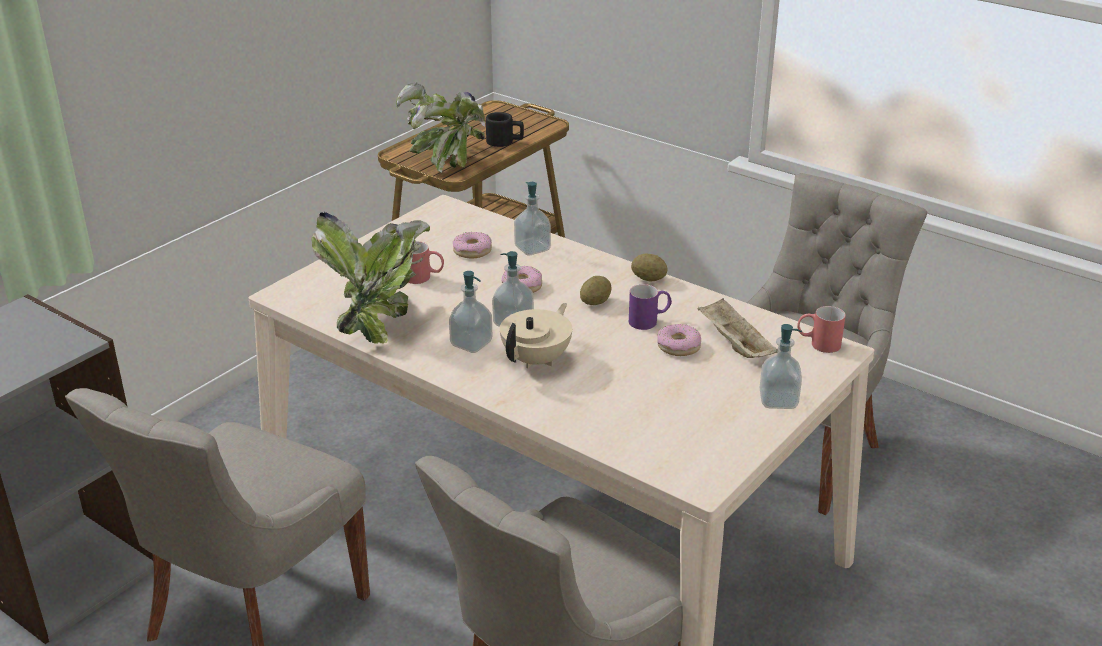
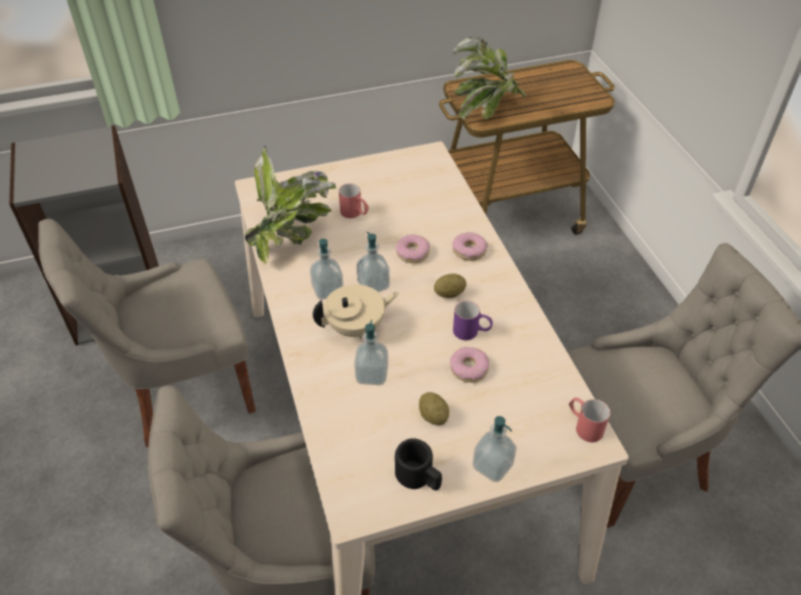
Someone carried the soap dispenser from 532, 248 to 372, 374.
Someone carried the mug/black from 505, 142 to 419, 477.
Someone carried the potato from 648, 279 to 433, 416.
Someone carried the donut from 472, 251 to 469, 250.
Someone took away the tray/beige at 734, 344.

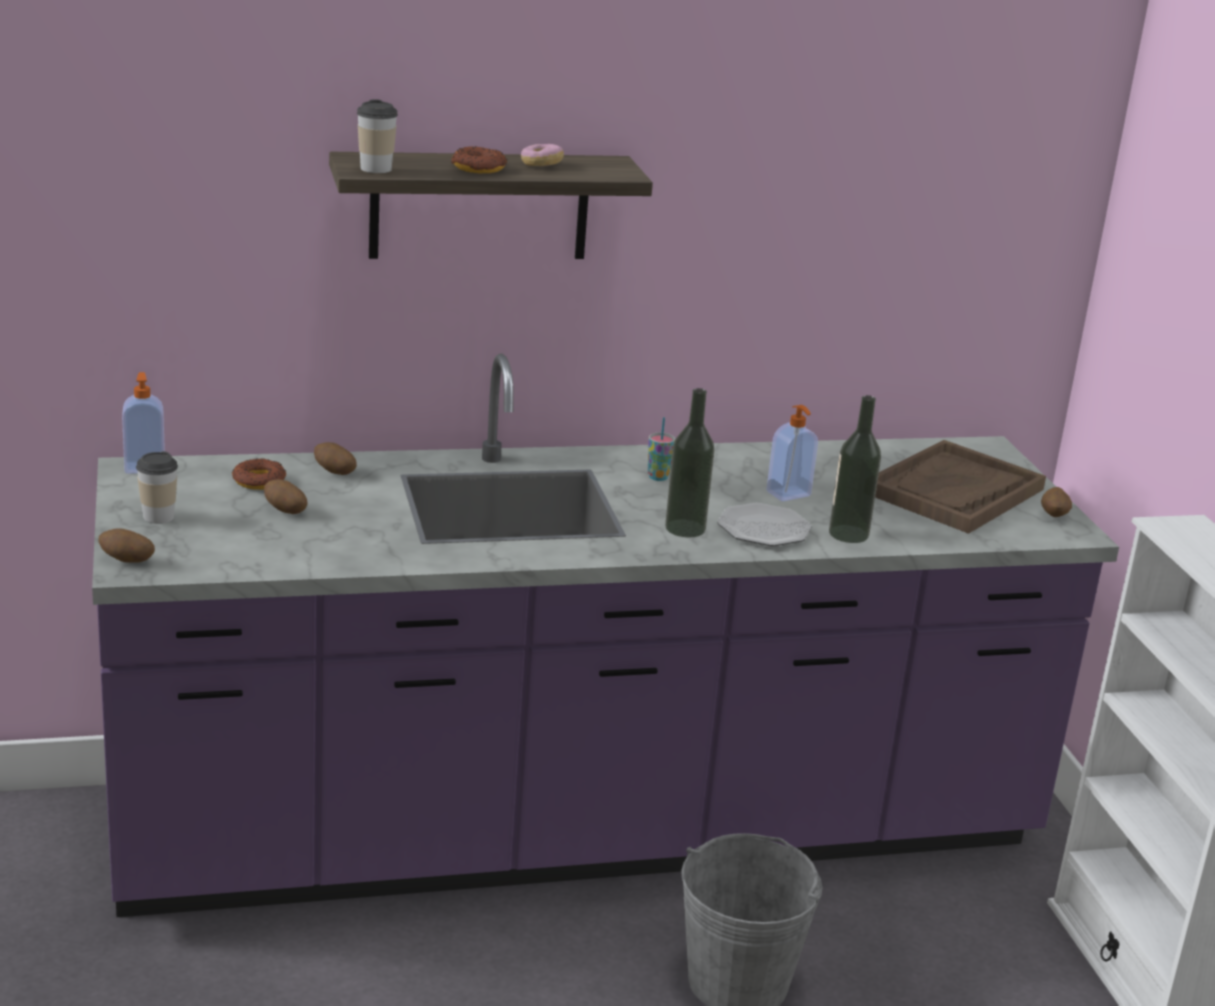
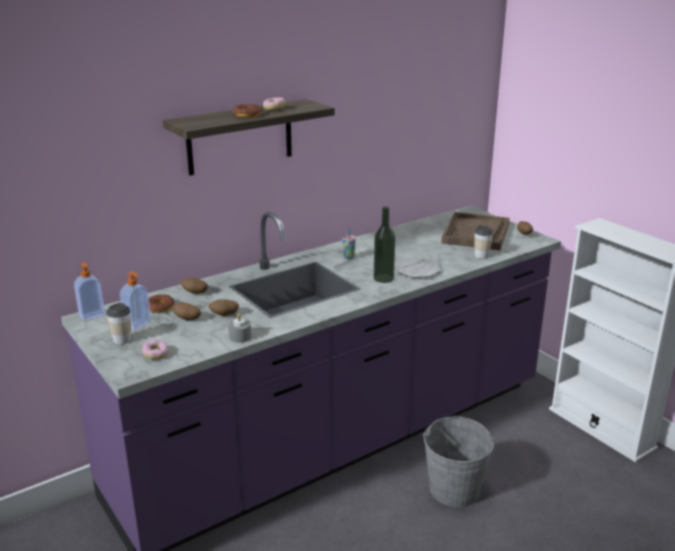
Someone carried the soap dispenser from 789, 494 to 138, 324.
Someone put down the donut at 155, 355.
Someone carried the potato from 126, 561 to 224, 315.
Someone put down the candle/grey at 240, 336.
Someone carried the cup from 376, 169 to 481, 255.
Someone took away the bottle at 848, 534.

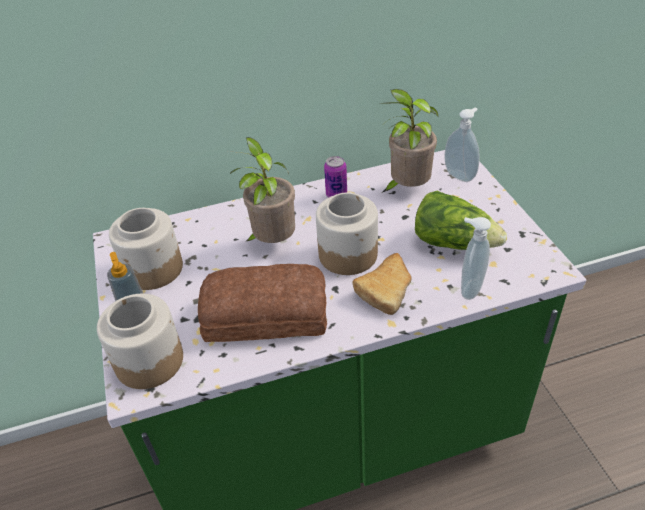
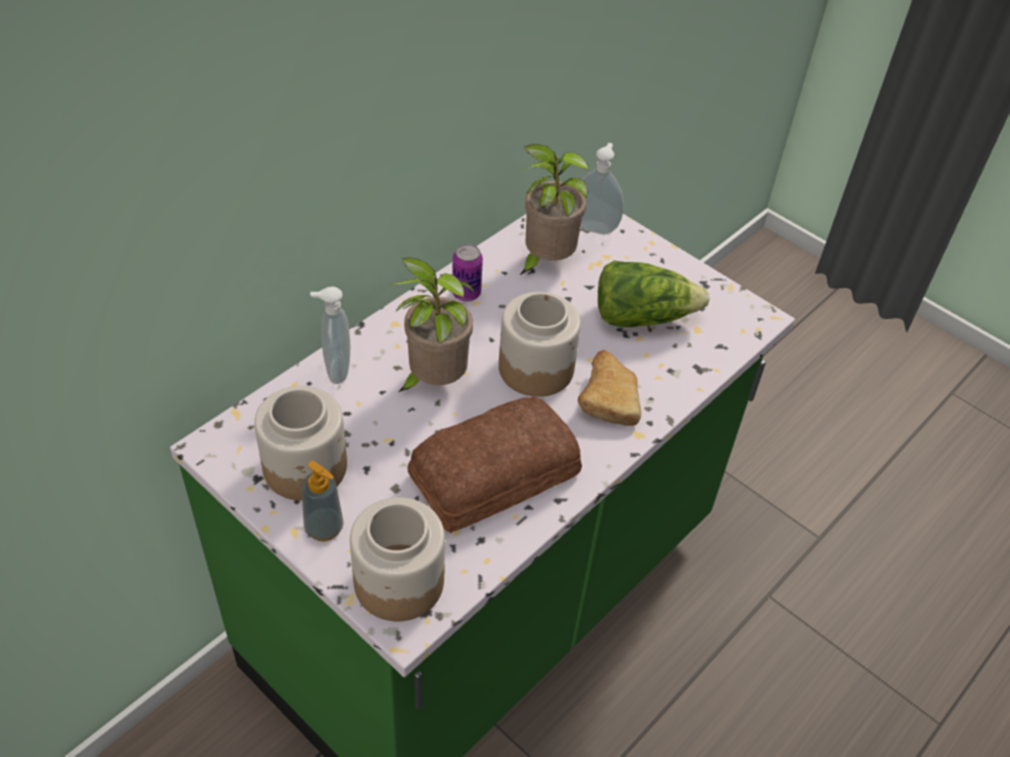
Someone carried the soap dispenser from 469, 288 to 335, 370.

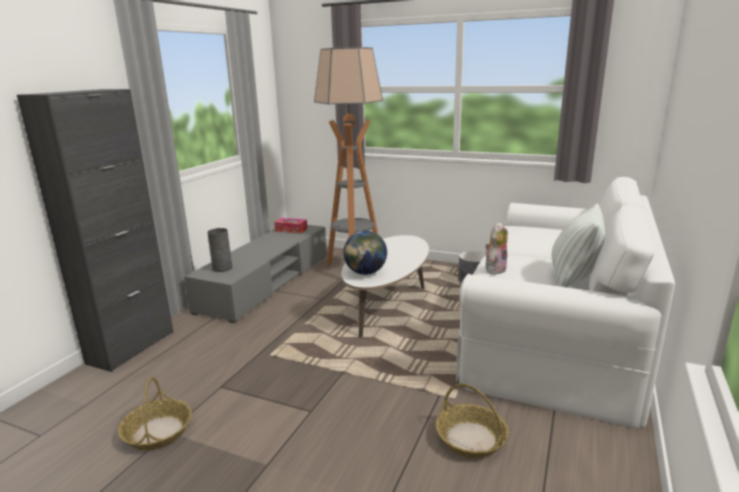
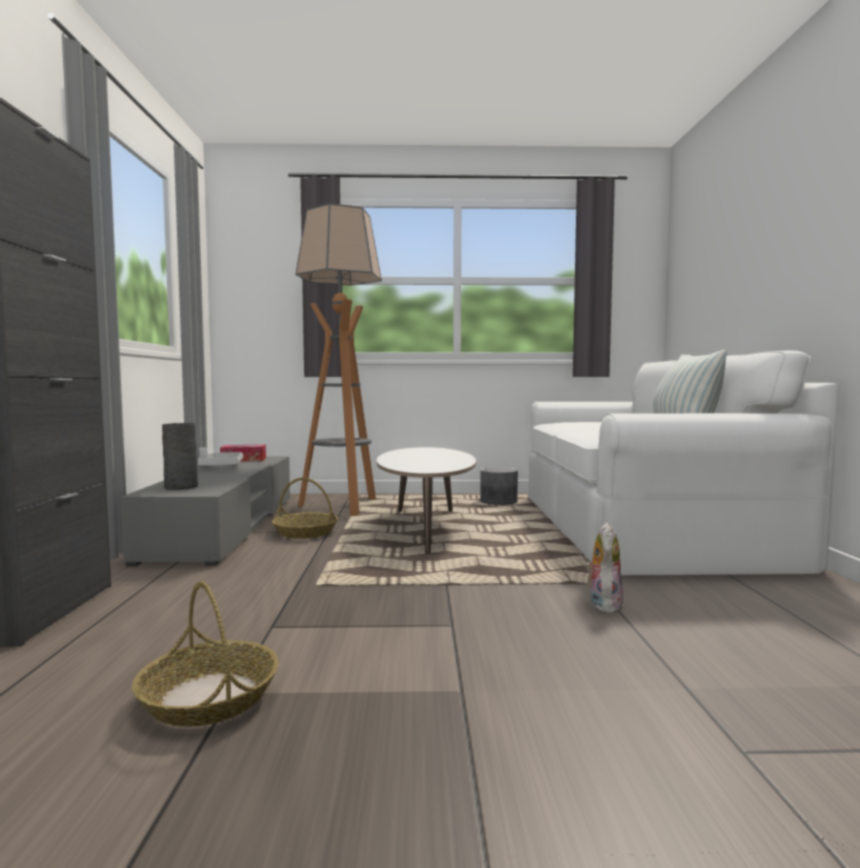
Someone put down the tray/grey at 221, 466.
Someone carried the basket from 470, 438 to 305, 532.
Someone carried the plush toy from 495, 269 to 603, 604.
Someone took away the globe at 365, 273.

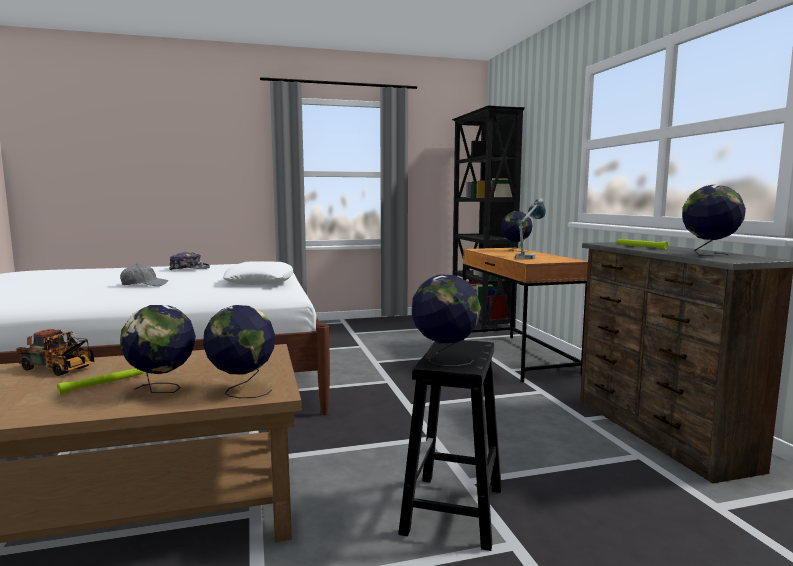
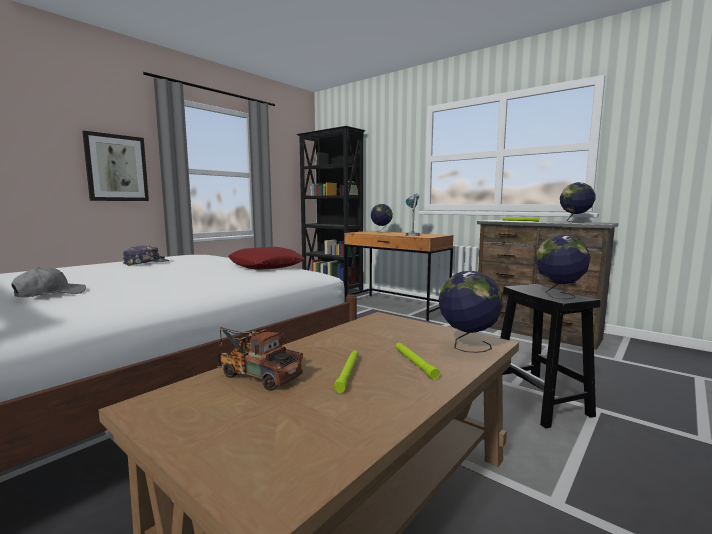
Someone carried the cap/grey from 144, 285 to 50, 294.
Someone put up the picture at 116, 168.
Someone rotated the toy truck at 61, 369 by 135 degrees counterclockwise.
Someone repainted the pillow/white at 260, 281, which became the pillow/red at 265, 266.
Someone swapped the globe at 162, 390 for the flashlight/green at 414, 363.

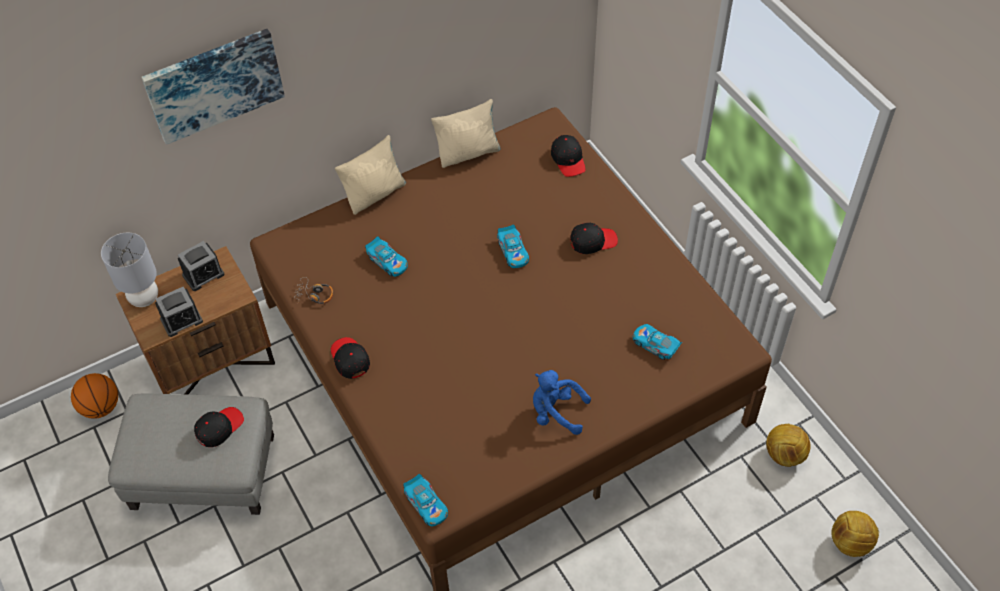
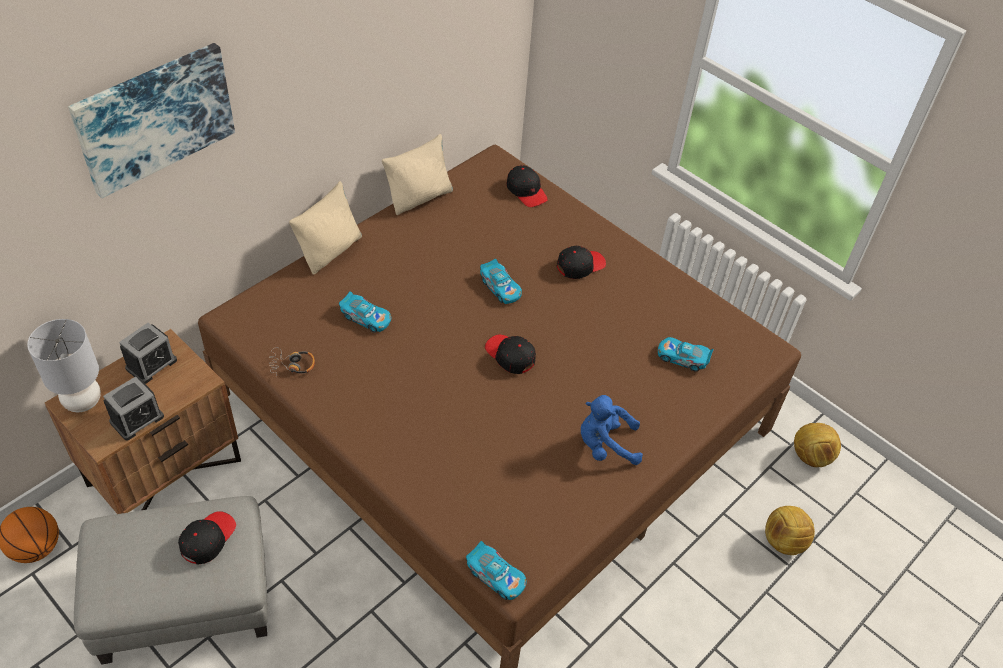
Someone carried the cap/black from 349, 359 to 510, 356.
Someone carried the football from 850, 542 to 783, 541.

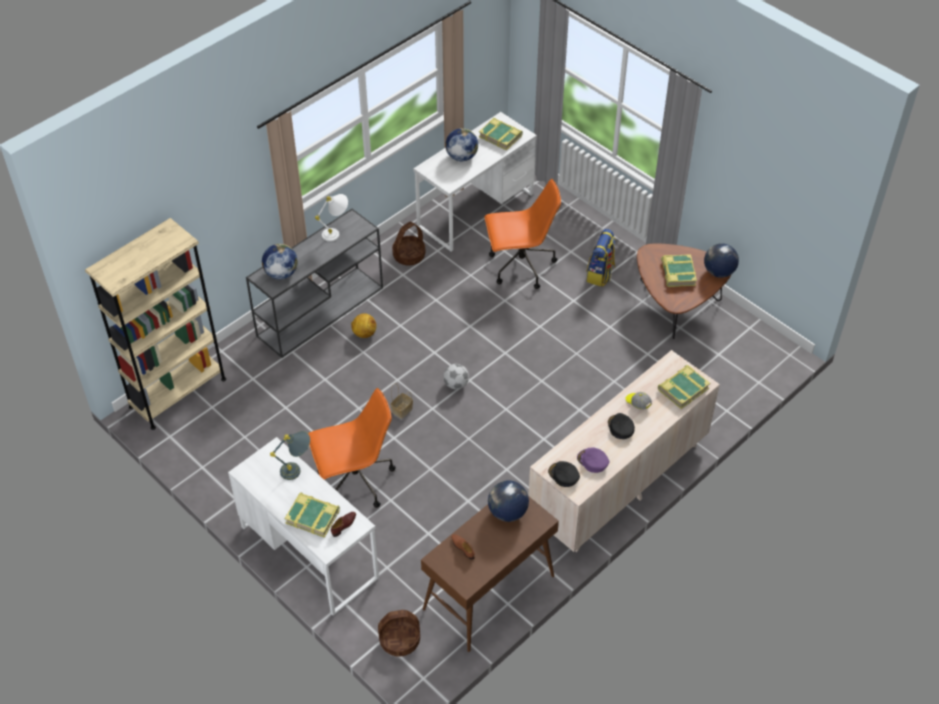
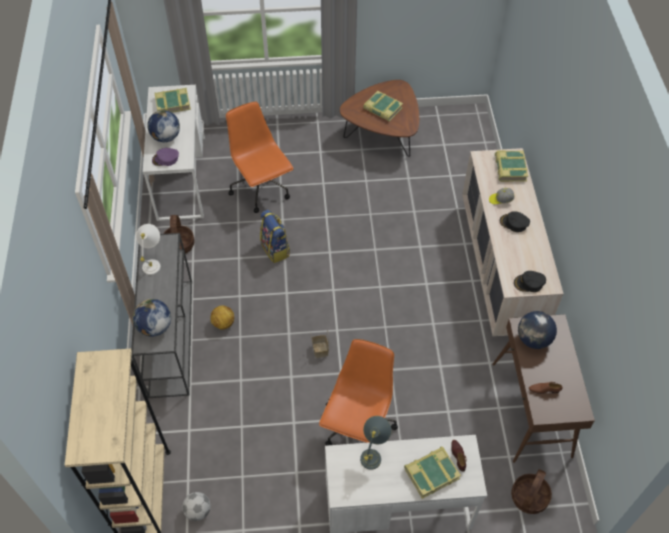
Someone carried the cap/purple from 592, 461 to 165, 159.
Someone carried the football from 456, 384 to 198, 511.
Someone rotated the office chair/orange at 520, 266 by 60 degrees counterclockwise.
Someone carried the backpack from 600, 274 to 275, 249.
Someone took away the globe at 718, 272.

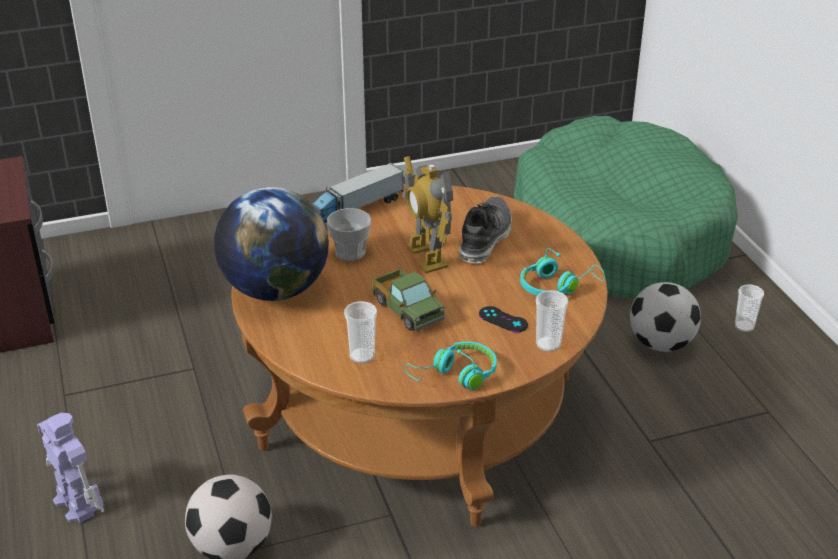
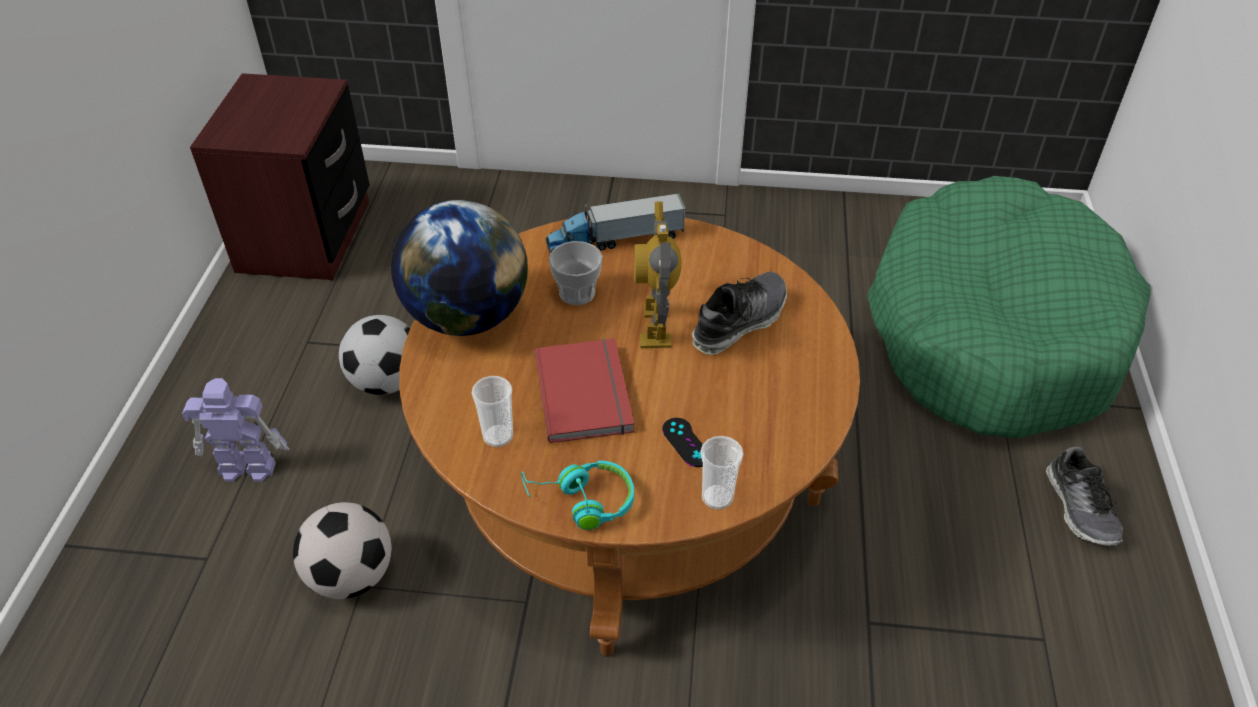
Someone rotated the toy robot at 76, 503 by 75 degrees counterclockwise.
Someone carried the football from 661, 344 to 386, 382.
Someone swapped the toy truck at 407, 310 for the book/red at 587, 392.
Someone swapped the cup at 744, 326 for the shoe at 1080, 508.
Someone took away the headphones/turquoise at 557, 286.

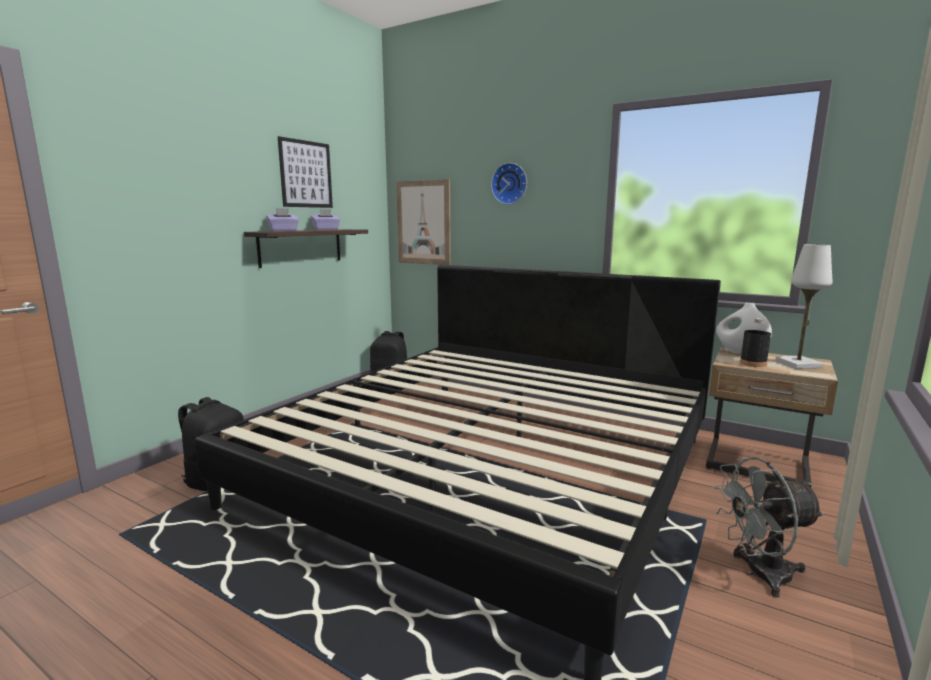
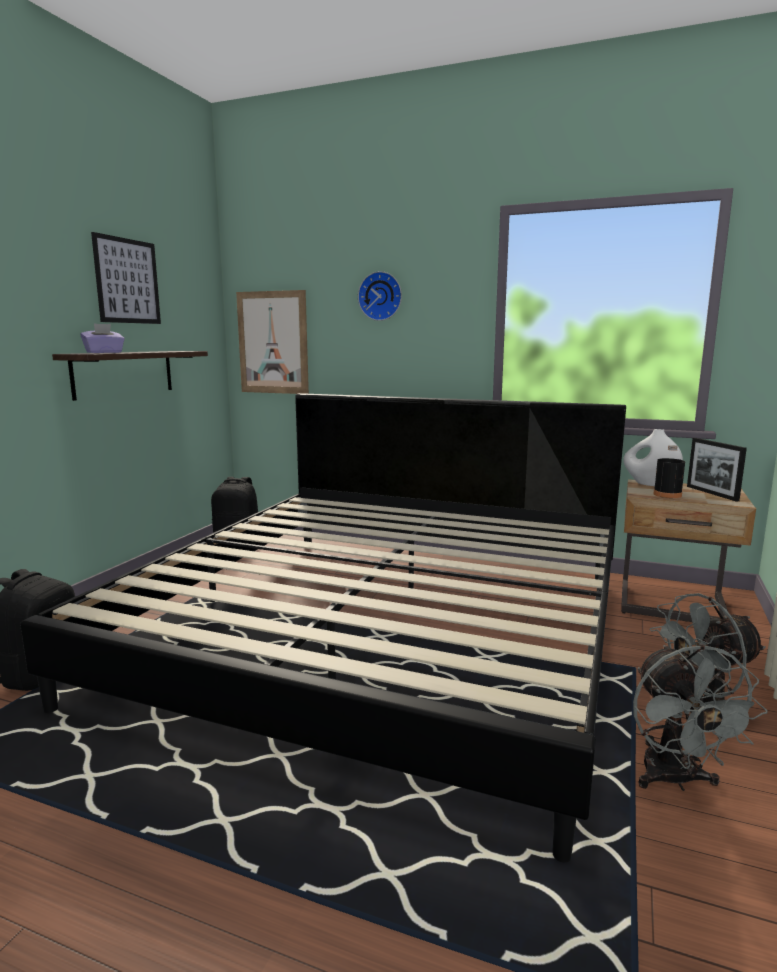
Someone put down the fan/grey at 675, 780.
Someone swapped the table lamp/white at 798, 364 for the picture frame at 711, 493.
Someone took away the tissue box/purple at 326, 229.

